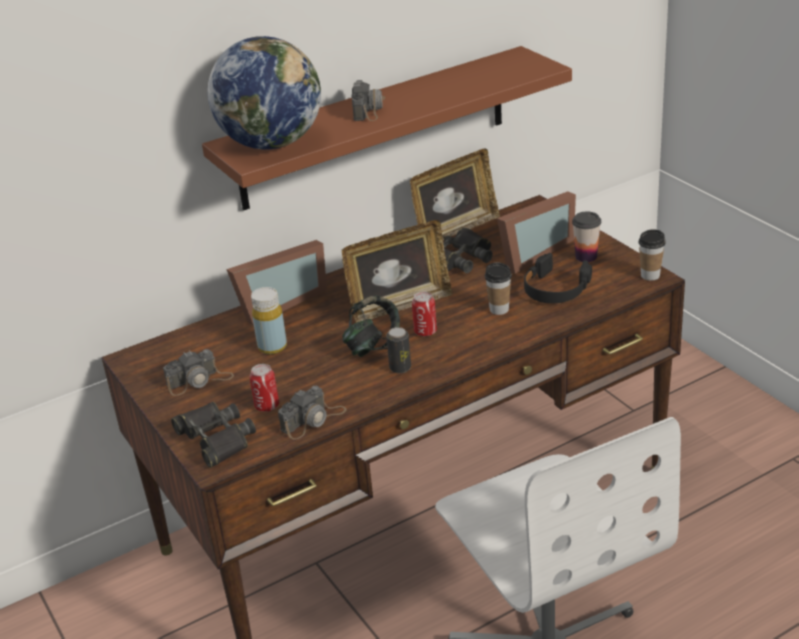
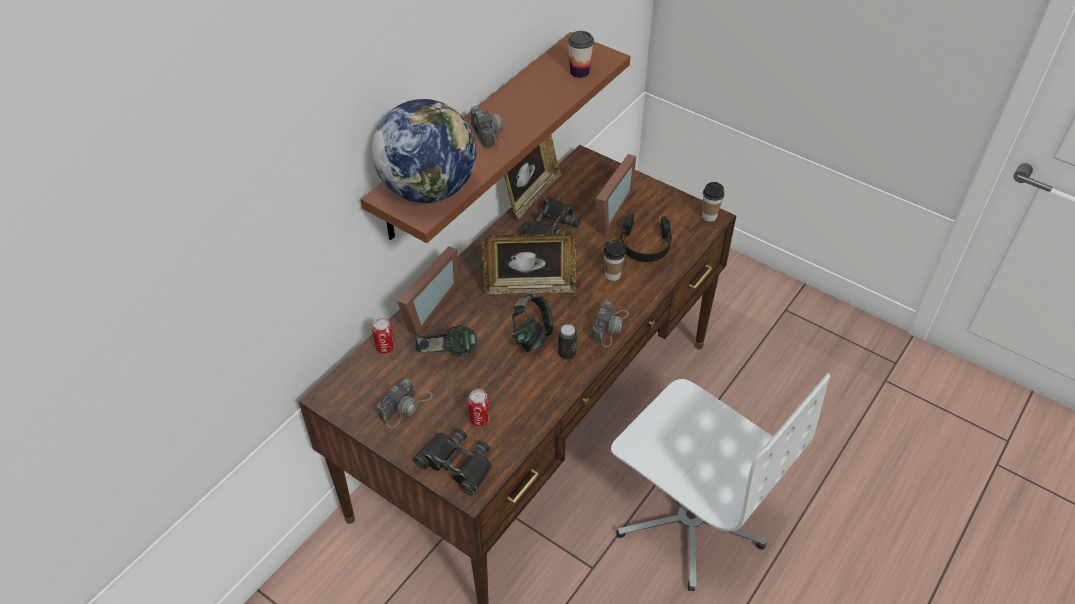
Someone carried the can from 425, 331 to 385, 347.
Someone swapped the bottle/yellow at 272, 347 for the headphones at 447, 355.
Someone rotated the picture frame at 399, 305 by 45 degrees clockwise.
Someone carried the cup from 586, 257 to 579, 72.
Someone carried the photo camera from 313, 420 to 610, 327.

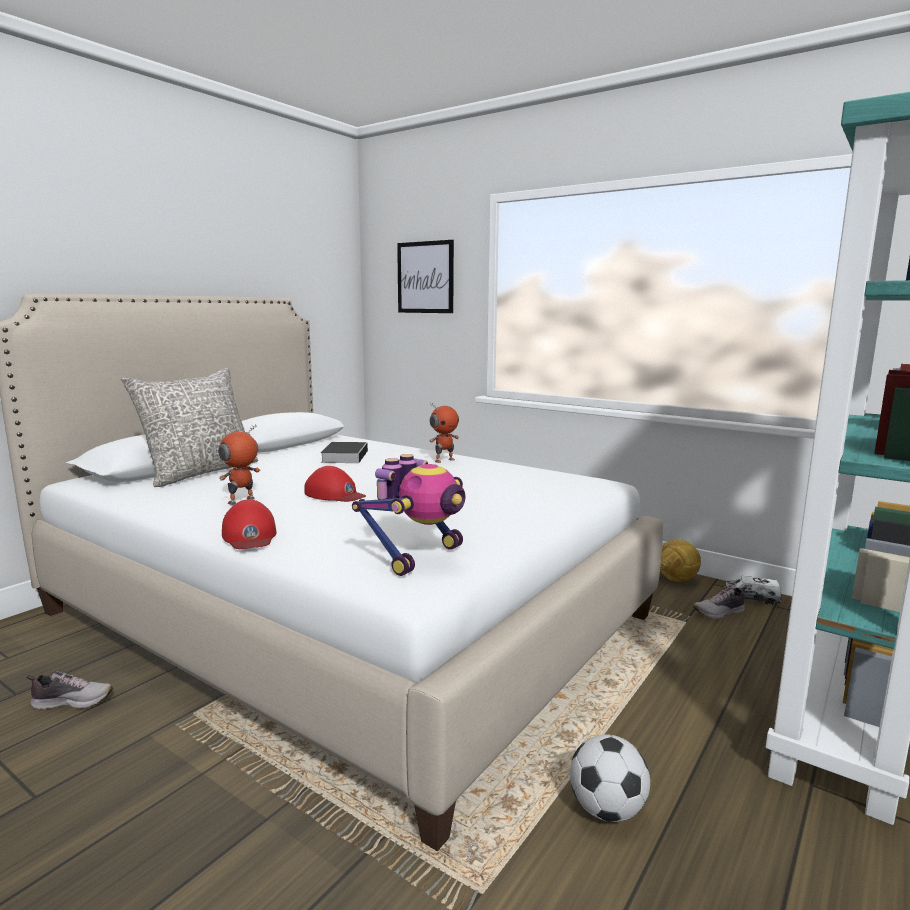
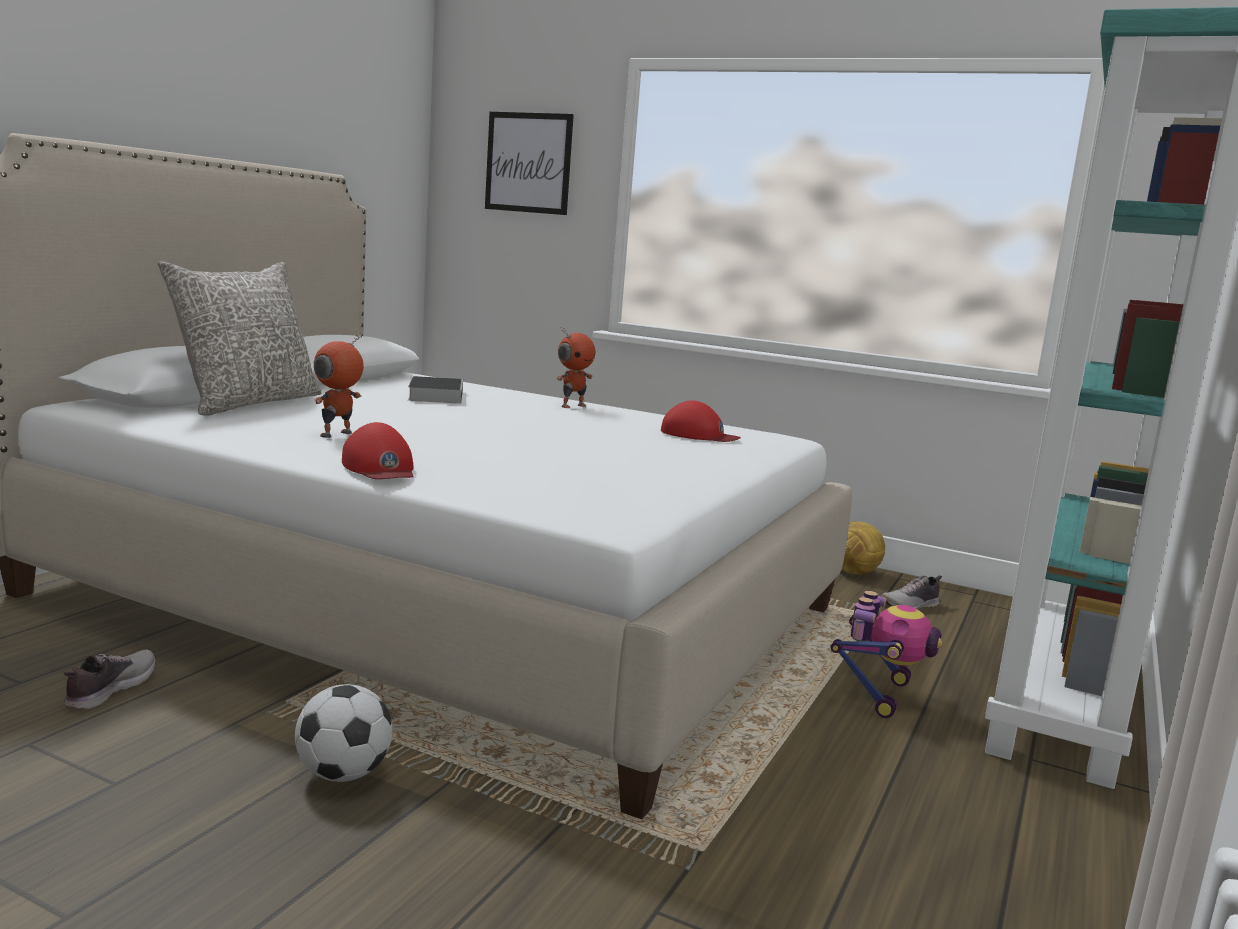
Someone rotated the shoe at 72, 701 by 60 degrees counterclockwise.
Someone carried the football from 606, 810 to 343, 774.
Someone carried the cap/red from 335, 494 to 698, 435.
Someone carried the toy robot from 418, 556 to 878, 695.
Someone took away the toy truck at 751, 598.

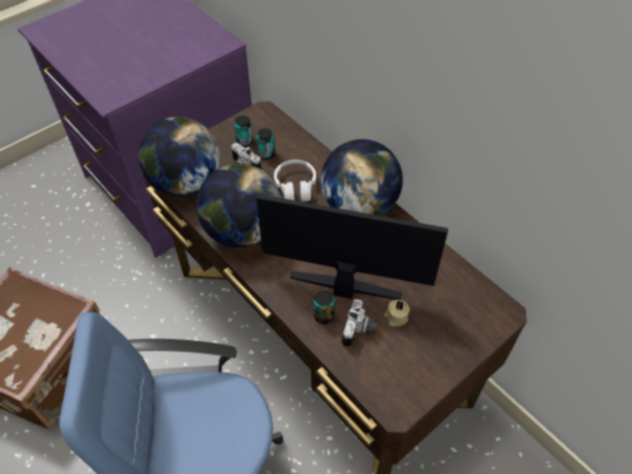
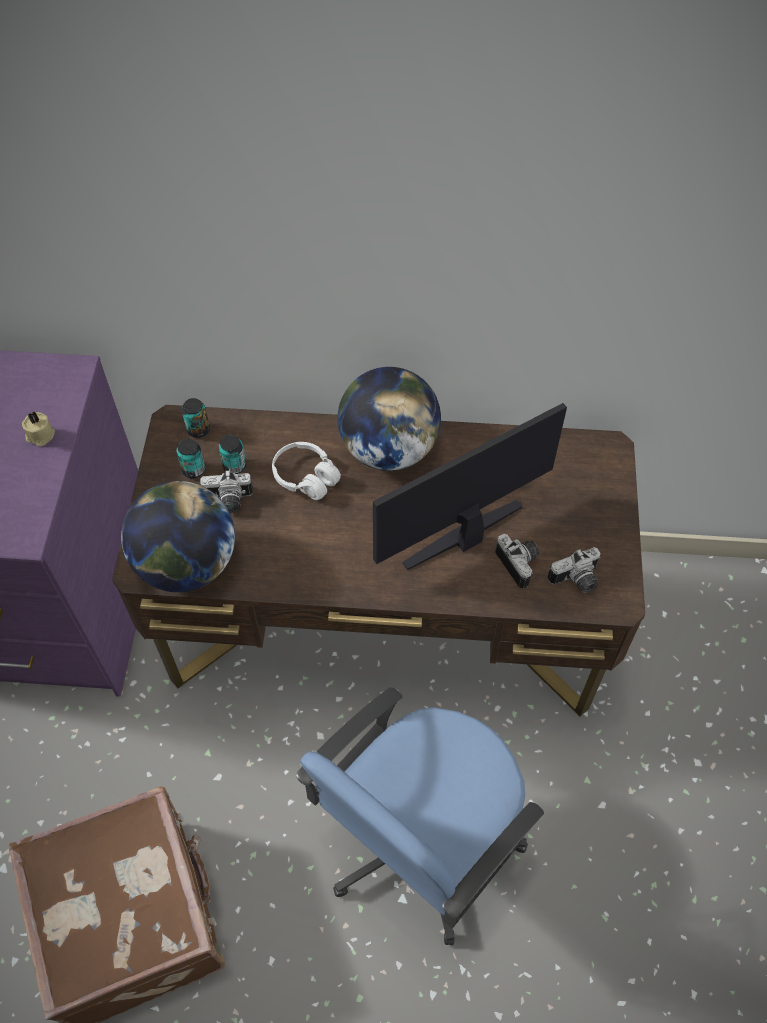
Someone carried the candle/beige from 396, 317 to 40, 435.
Someone carried the can from 324, 316 to 198, 430.
Someone put down the photo camera at 576, 581.
Someone took away the globe at 242, 231.

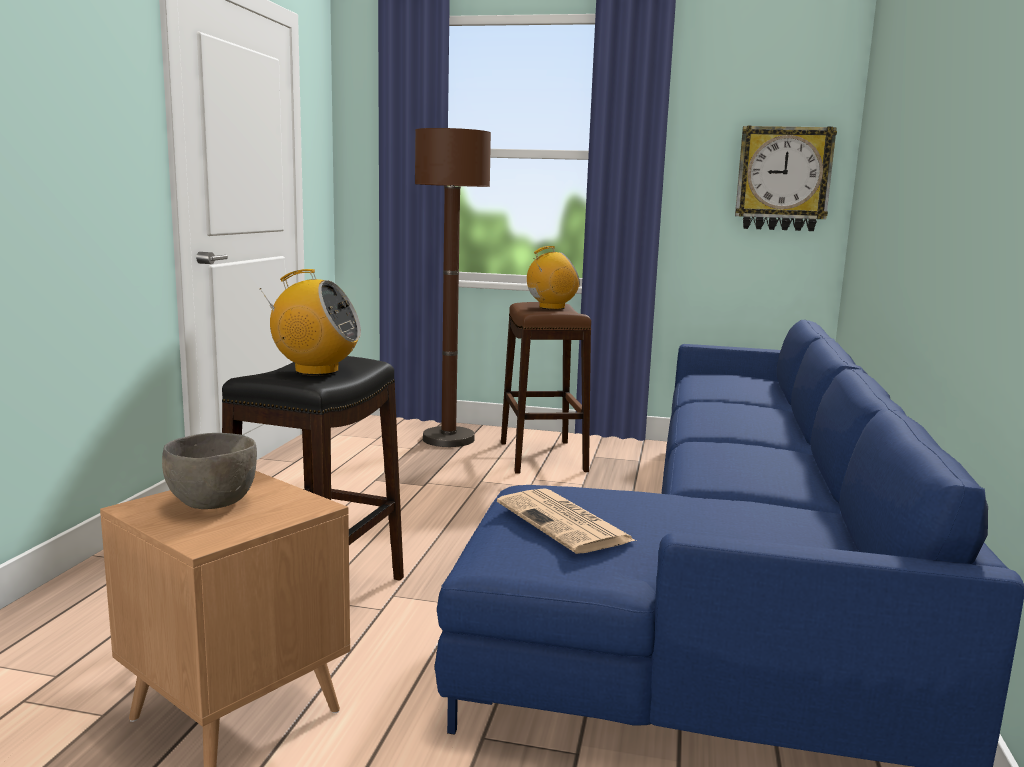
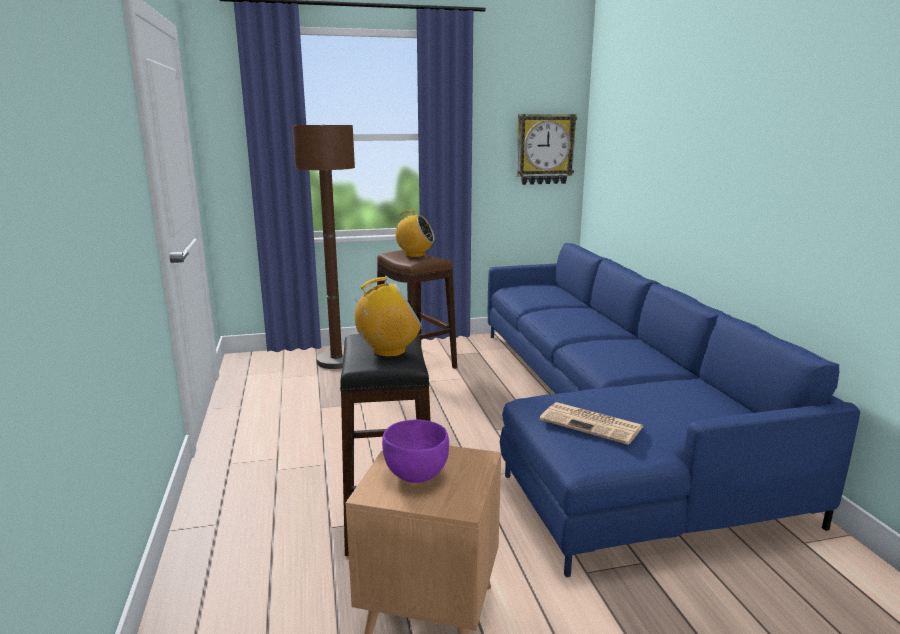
Someone repainted the bowl/grey at 212, 504, which became the bowl/purple at 416, 475.
Someone rotated the radio at 551, 307 by 60 degrees clockwise.

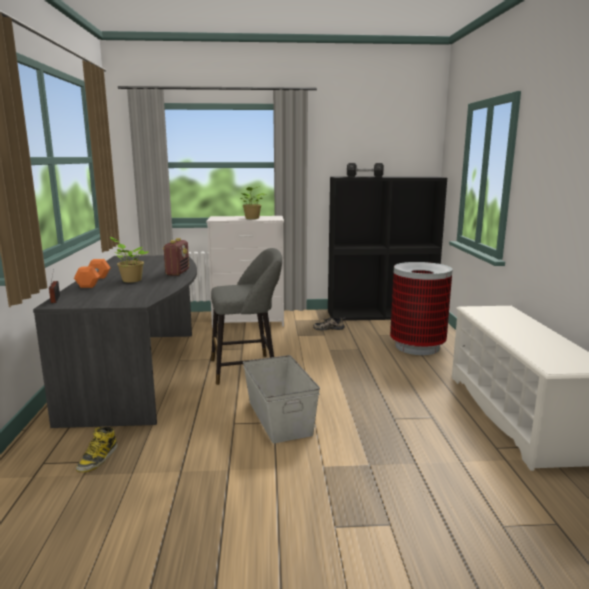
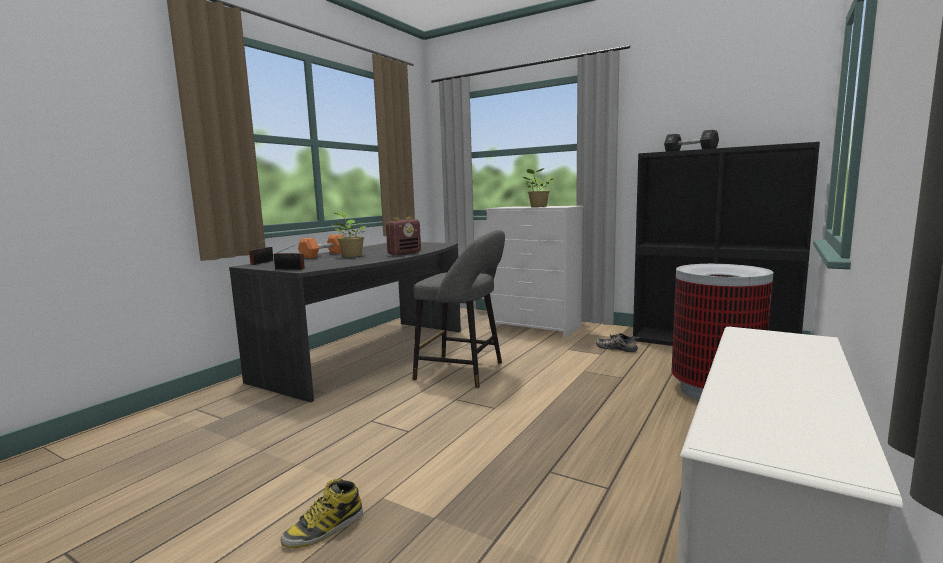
Someone put down the radio at 291, 269.
Someone carried the boot from 98, 459 to 324, 529.
Someone took away the storage box/grey at 279, 417.

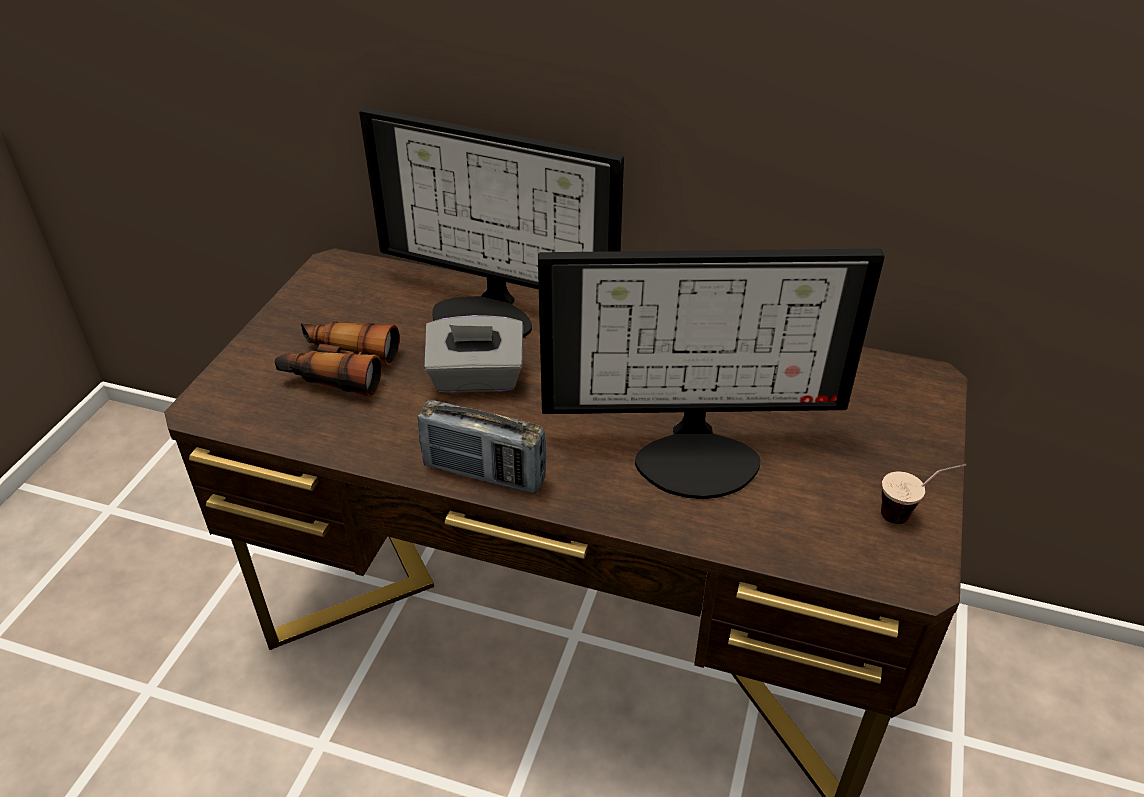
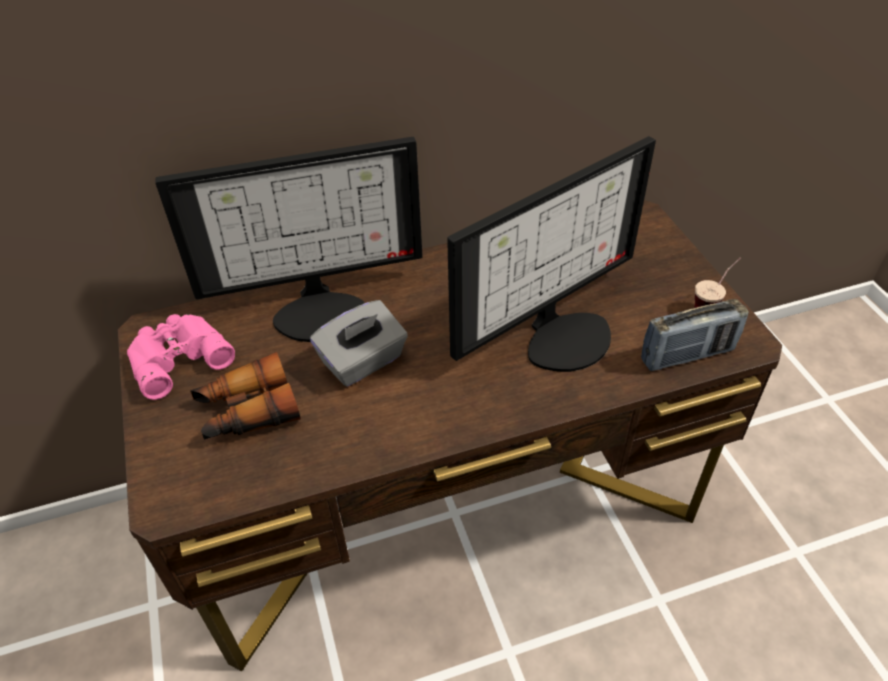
Someone put down the binoculars/pink at 177, 357.
Someone carried the radio from 484, 473 to 687, 355.

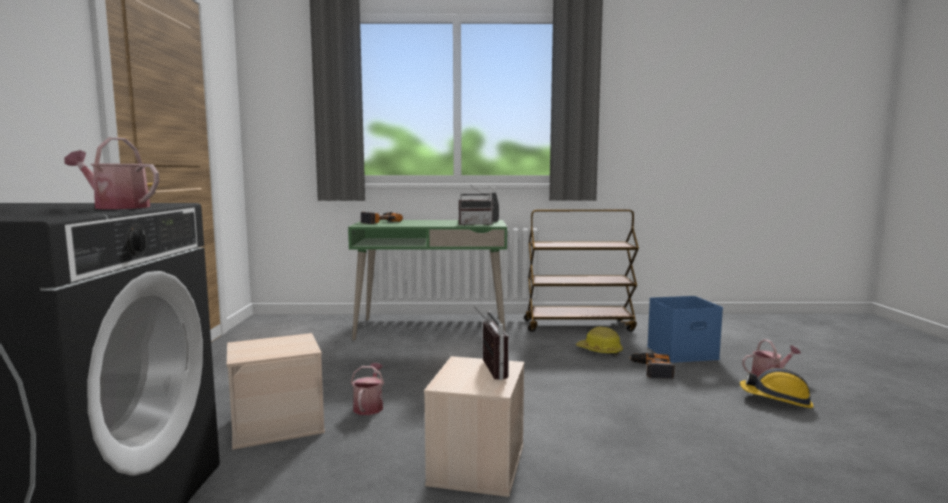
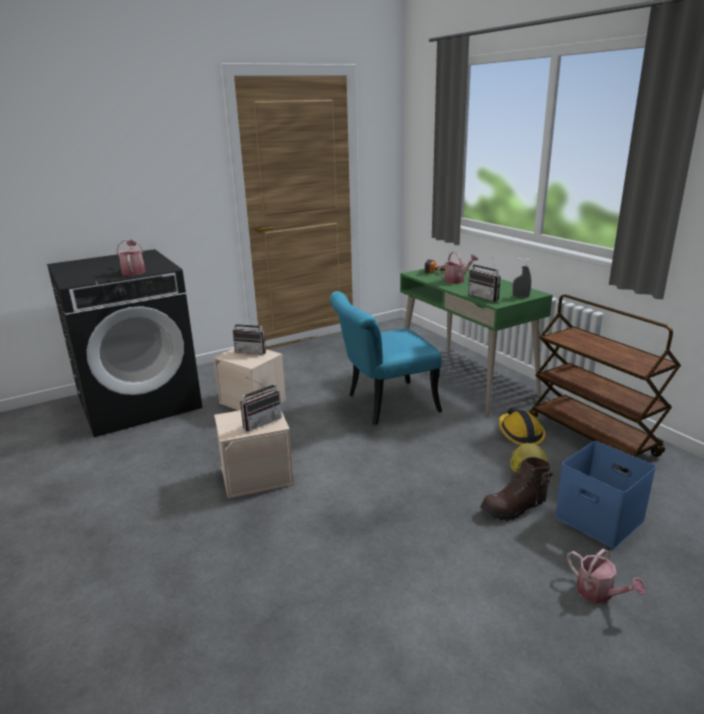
Someone put down the radio at 252, 351.
Someone put down the chair/turquoise at 383, 405.
Someone carried the watering can from 369, 406 to 456, 280.
Someone swapped the power drill at 651, 369 for the boot/brown at 514, 508.
Someone carried the hard hat from 776, 399 to 519, 433.

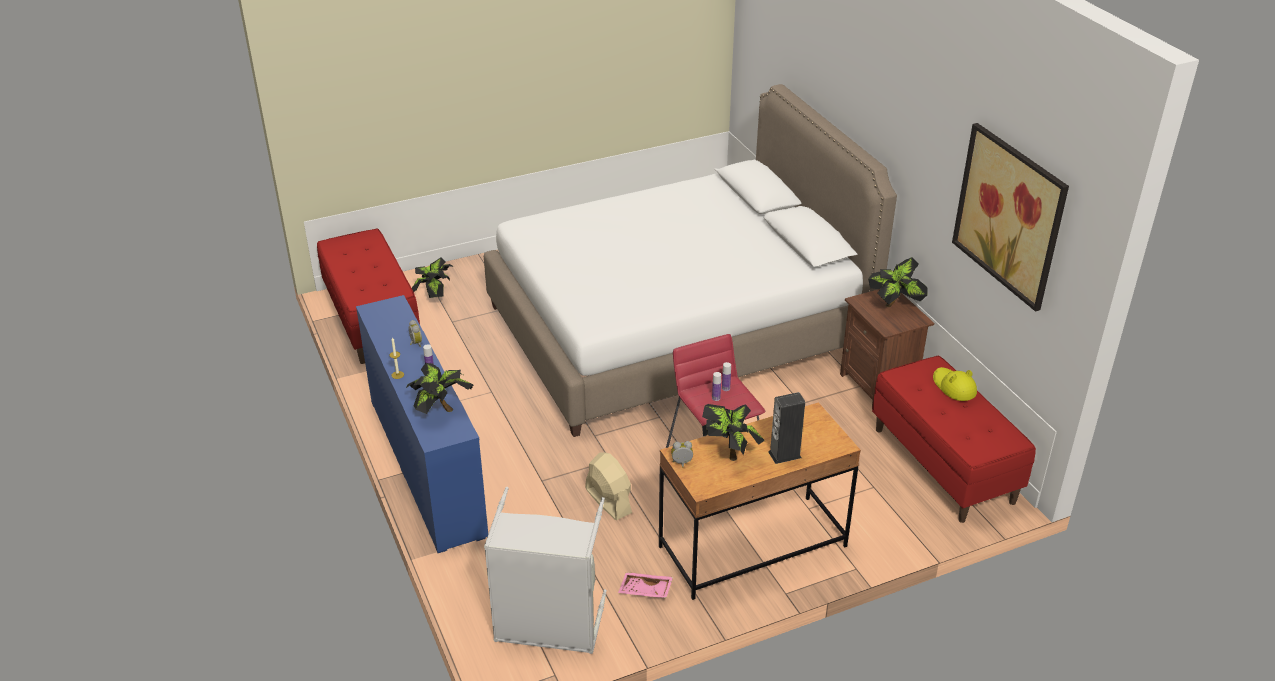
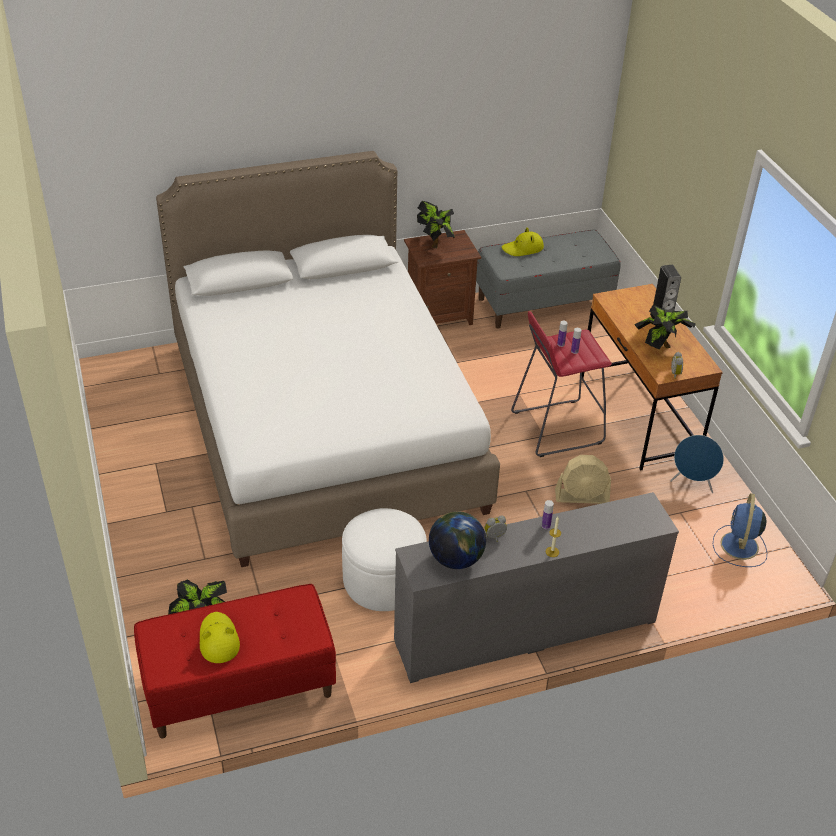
Someone put down the hat/yellow at 218, 640.
Someone put down the ottoman/white at 383, 580.
Someone repainted the dresser/blue at 427, 465, which became the dresser/grey at 525, 630.
Someone put down the globe at 456, 559.
Someone repainted the bench/red at 944, 465, which became the bench/grey at 543, 303.
Someone rotated the fan/beige at 608, 501 by 150 degrees counterclockwise.
Someone swapped the tray/pink at 645, 591 for the speaker/blue at 692, 484.
Someone swapped the laundry basket/grey at 548, 627 for the fan/blue at 739, 547.
Someone took away the potted plant at 441, 410.
Someone took away the picture at 1009, 215.

